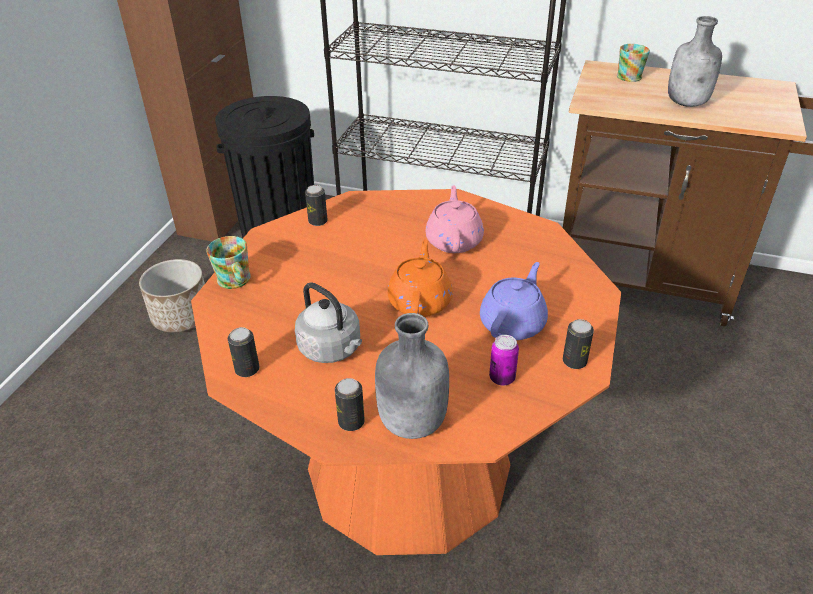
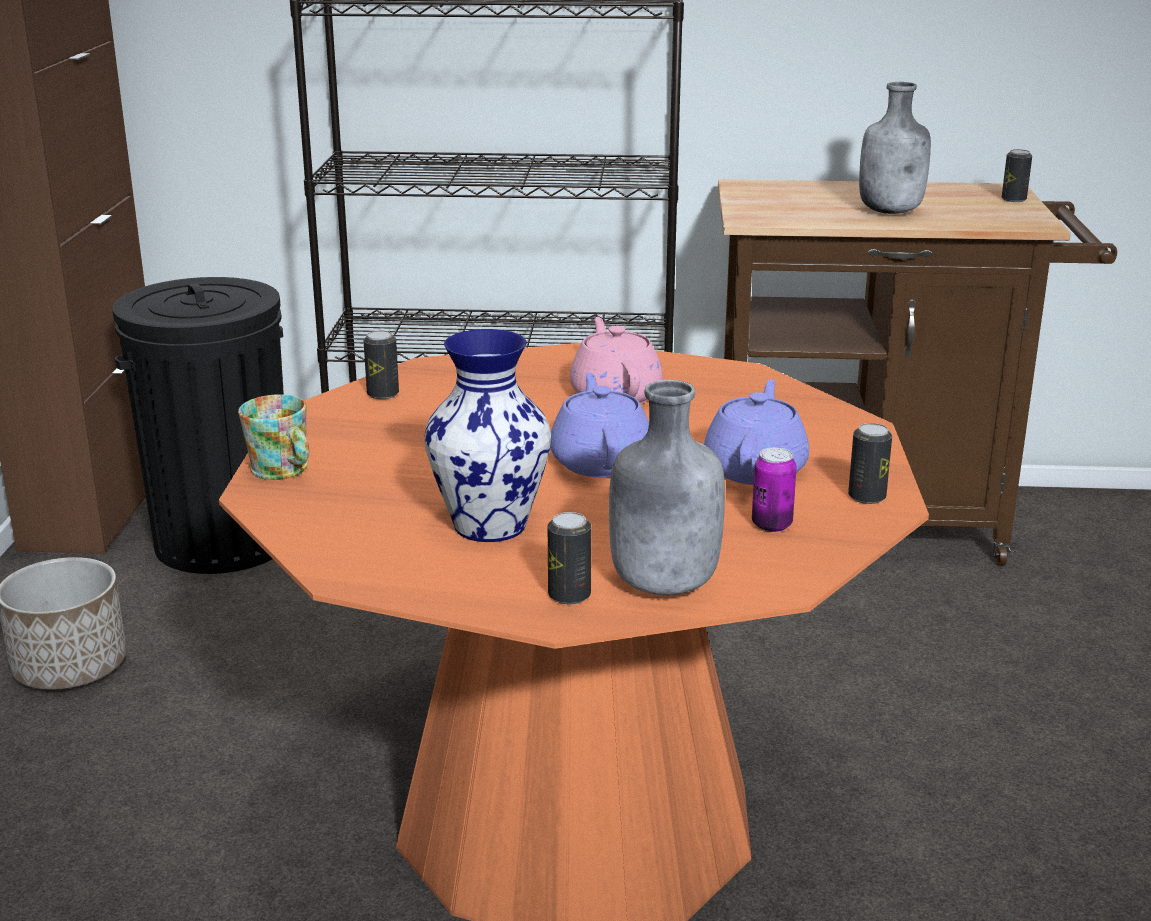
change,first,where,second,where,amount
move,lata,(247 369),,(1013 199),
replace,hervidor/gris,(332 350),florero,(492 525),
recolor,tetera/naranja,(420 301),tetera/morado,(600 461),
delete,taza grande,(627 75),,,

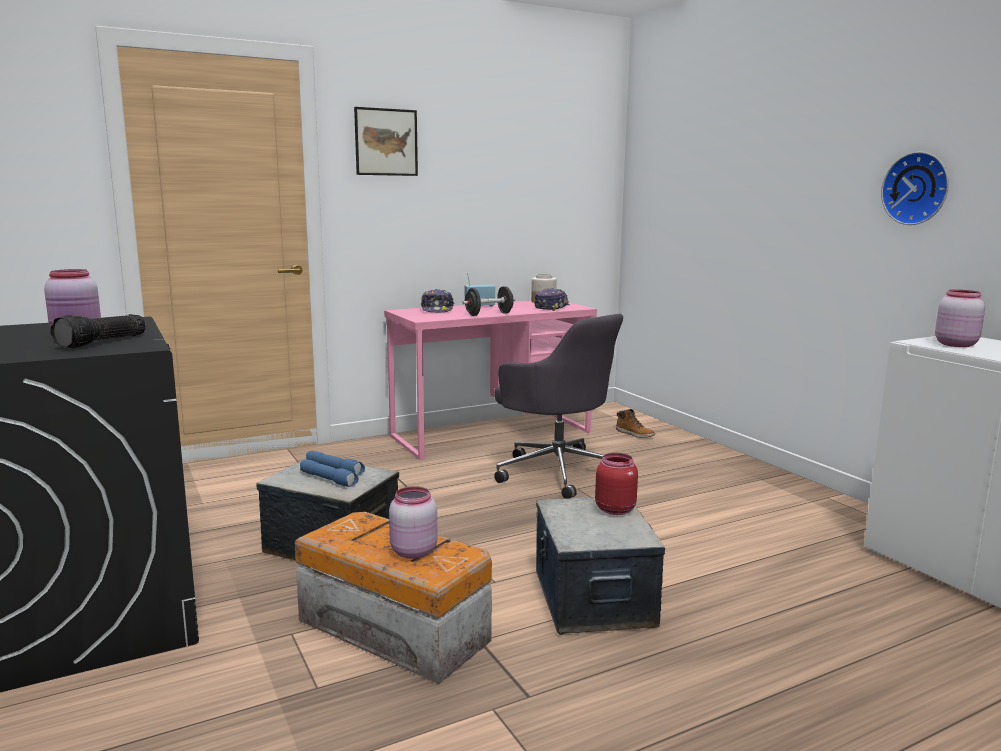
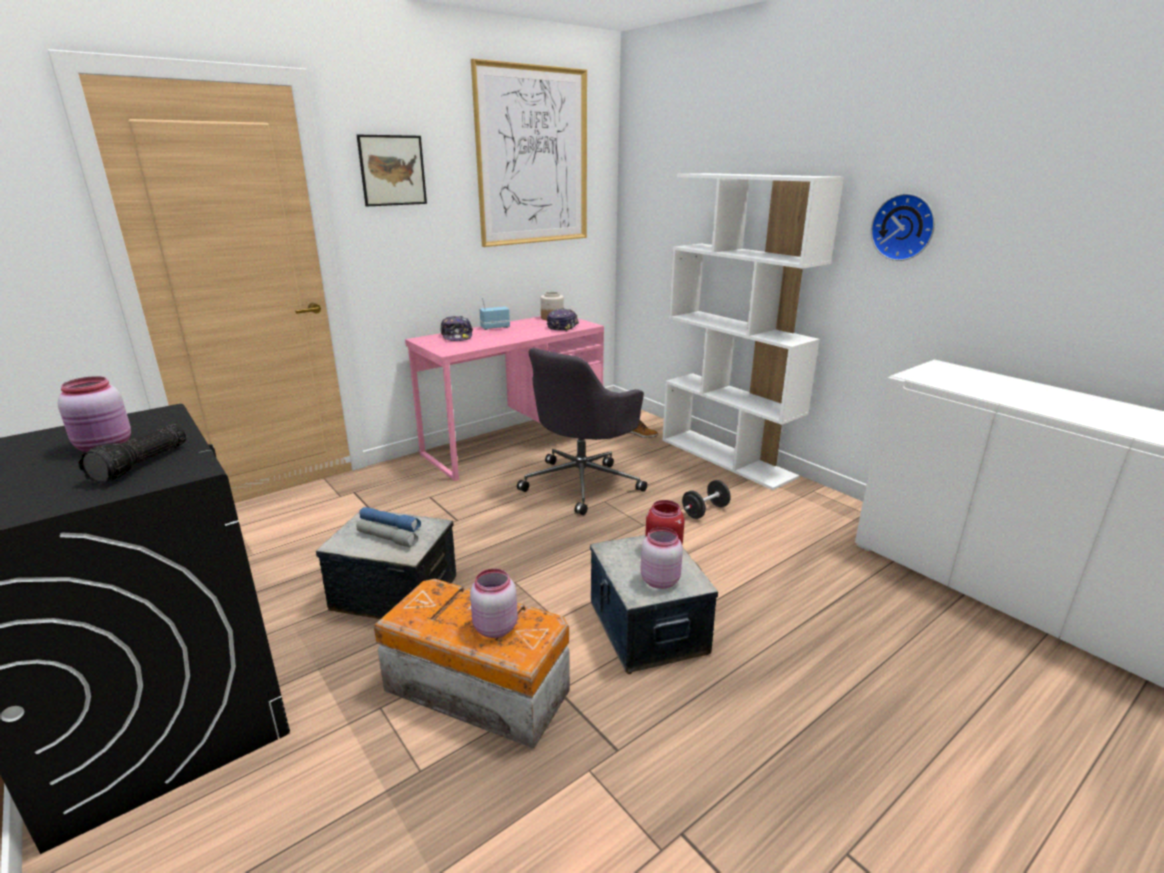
change,first,where,second,where,amount
recolor,linterna/azul,(329 479),linterna/gris,(388 539),
move,mancuerna/negro,(489 314),,(705 511),
rotate,silla de oficina/gris,(557 471),,(583 483),90 degrees clockwise
move,tarro/rosa,(955 344),,(659 580),
insert,,,cuadro,(533 157),
insert,,,estantería/blanco,(727 458),

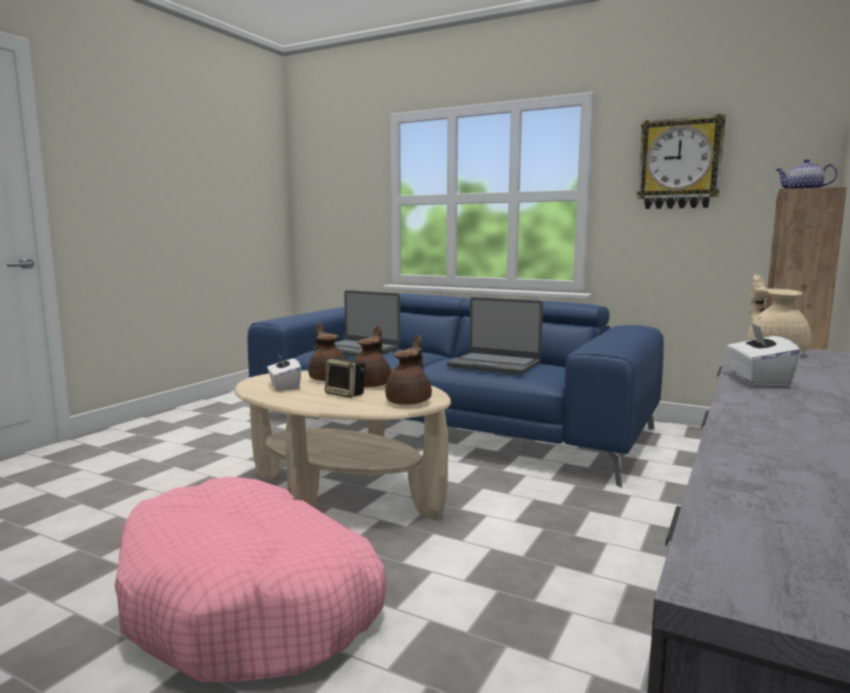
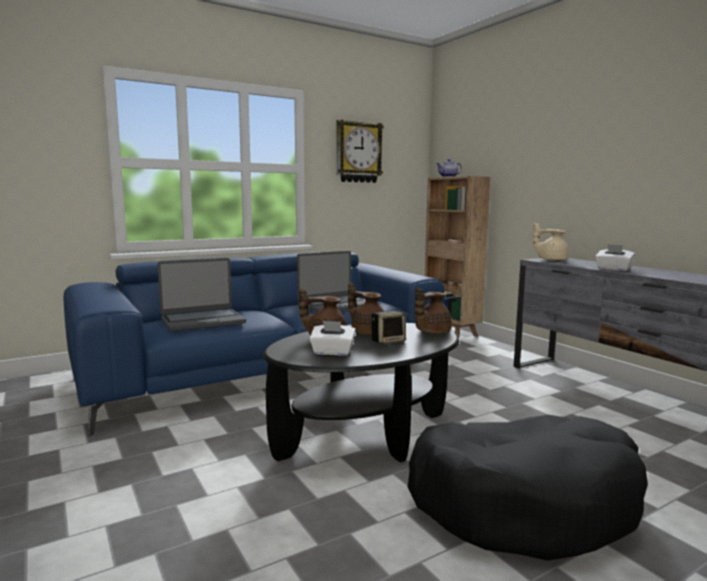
change,first,where,second,where,amount
recolor,cama para perro/rosa,(251 603),cama para perro/negro,(524 502),
recolor,mesa de centro/beis,(341 495),mesa de centro/negro,(365 435),
rotate,tetera/marrón,(410 401),,(431 332),90 degrees counterclockwise

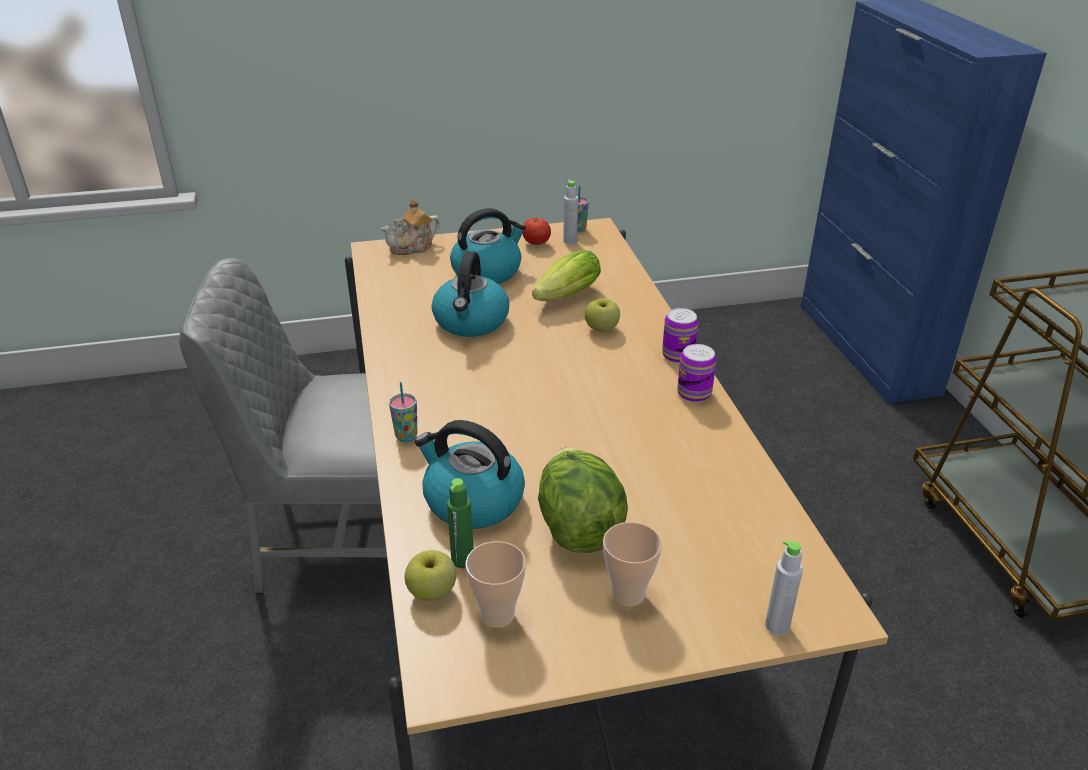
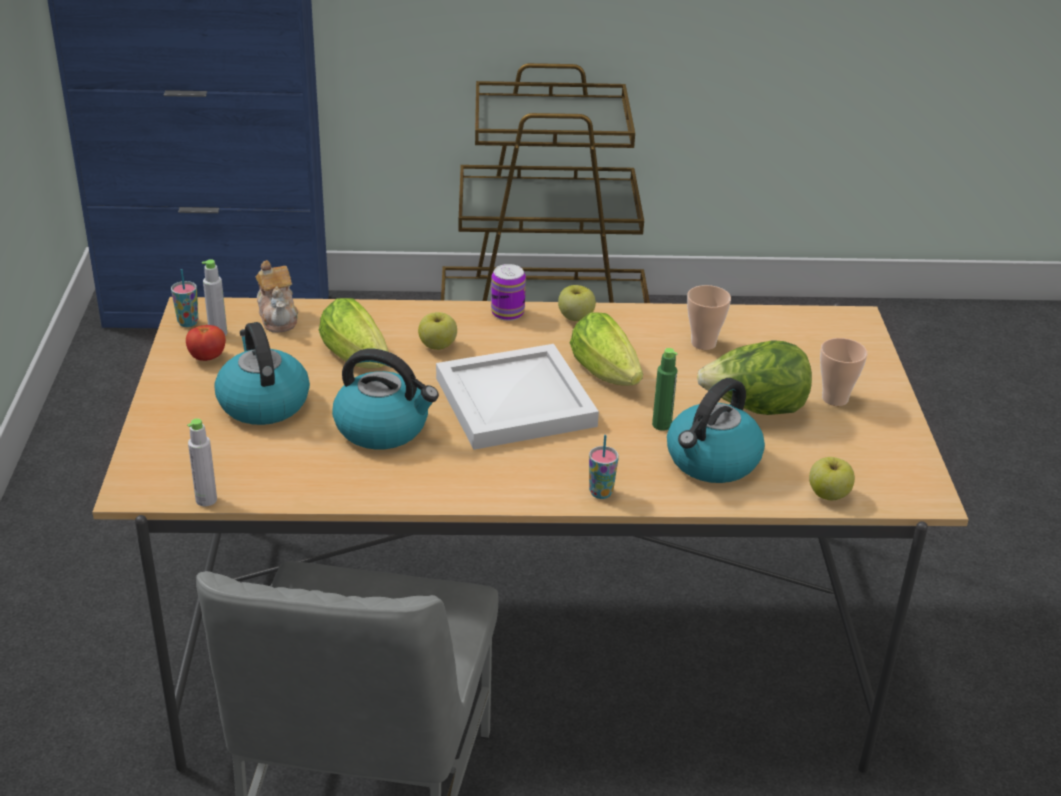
change,first,where,second,where,amount
move,tetera,(413 247),,(278 317),
move,botella/verde,(462 560),,(661 425),
move,taza,(497 615),,(703 343),
replace,lata,(694 393),manzana,(575 317),
move,botella/gris,(777 625),,(206 500),
insert,,,bandeja/blanco,(512 401),
insert,,,lechuga,(608 374),

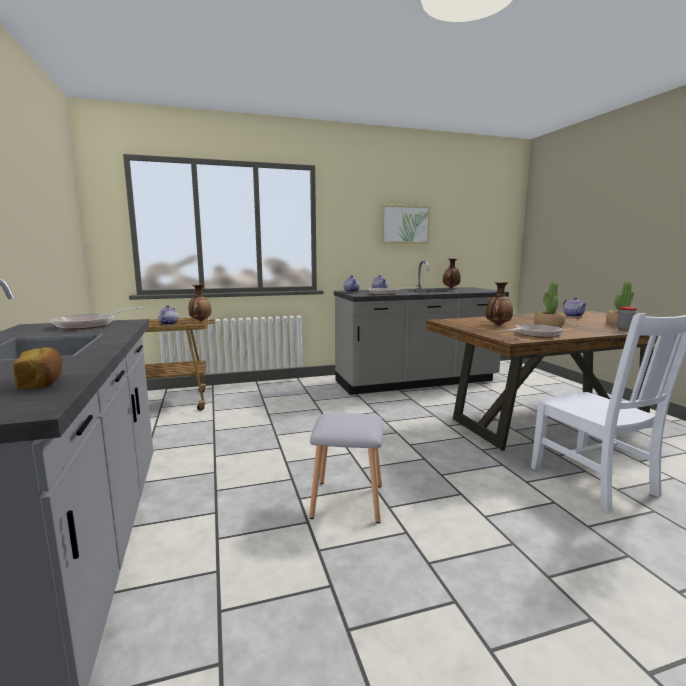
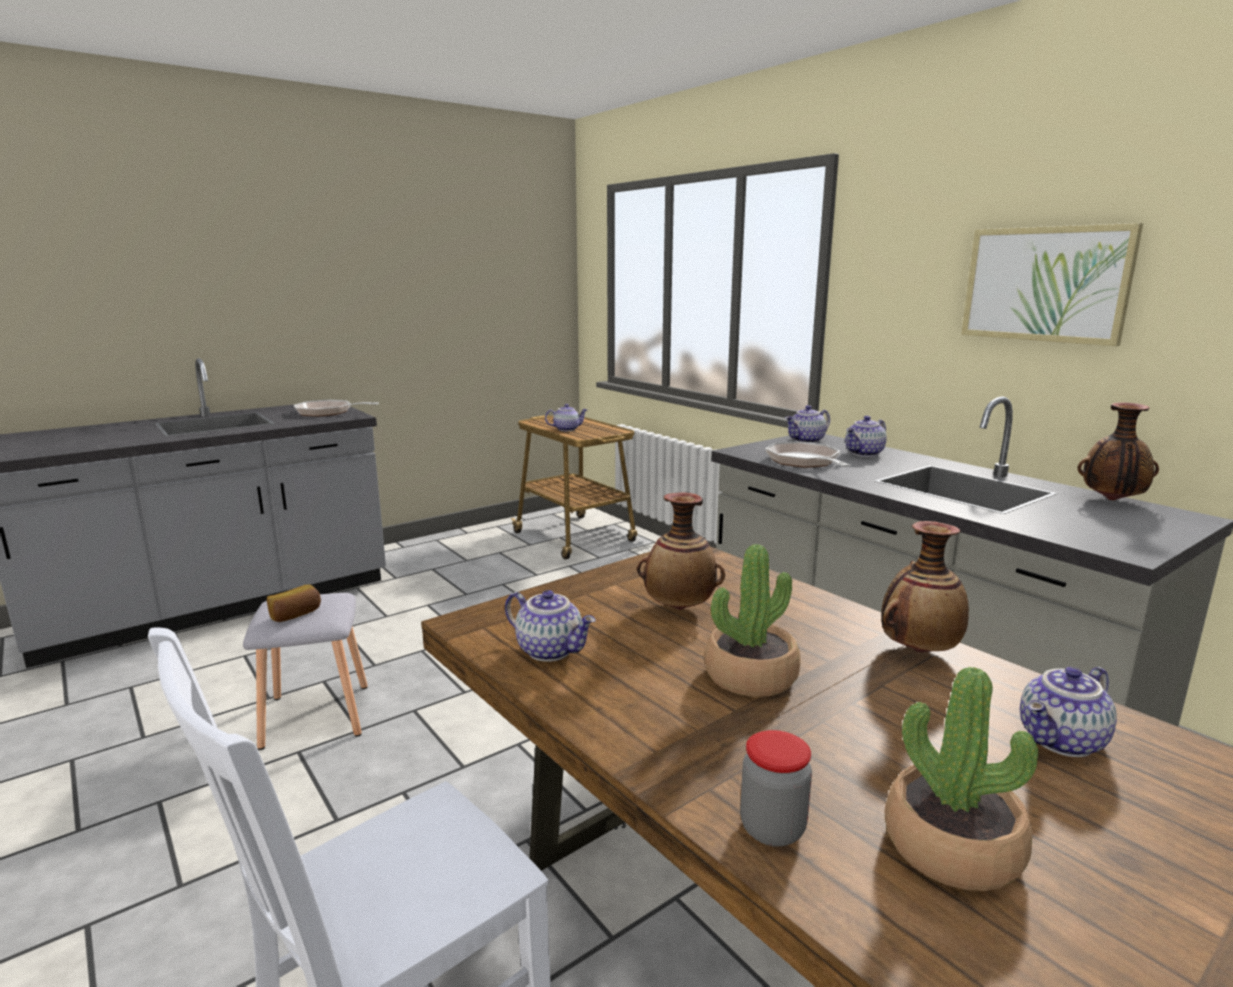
change,first,where,second,where,amount
move,pan,(43 382),,(295 615),
move,florero,(200 321),,(918 650),
replace,sartén,(535 334),tetera,(551 650),

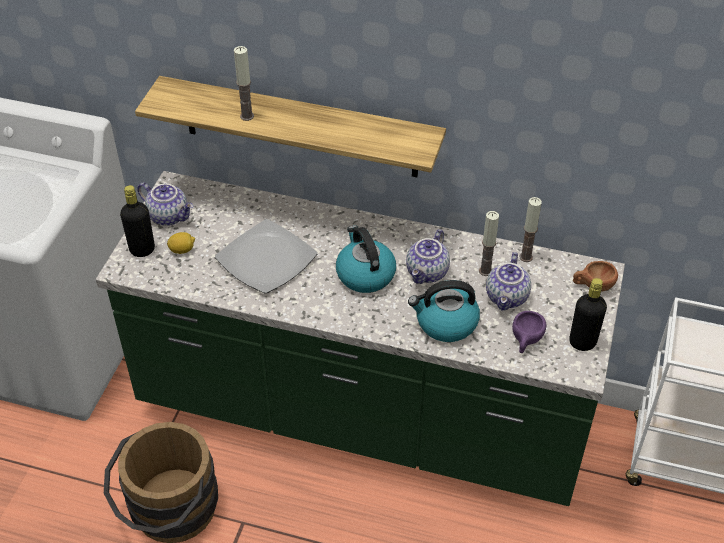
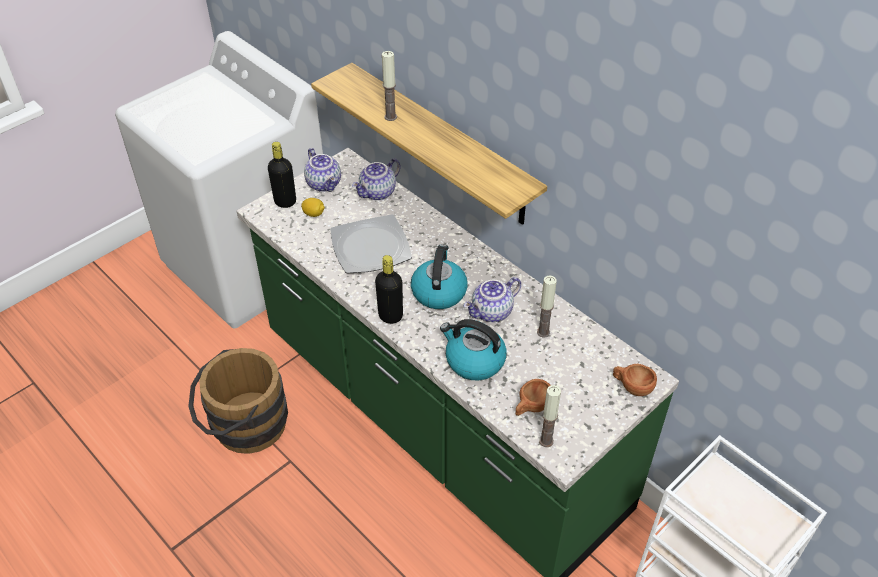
change,first,where,second,where,amount
move,tetera,(507 298),,(378 193),
recolor,taza/morado,(526 341),taza/marrón,(531 407),
move,vela,(526 257),,(546 441),
move,botella/negro,(582 342),,(390 316),

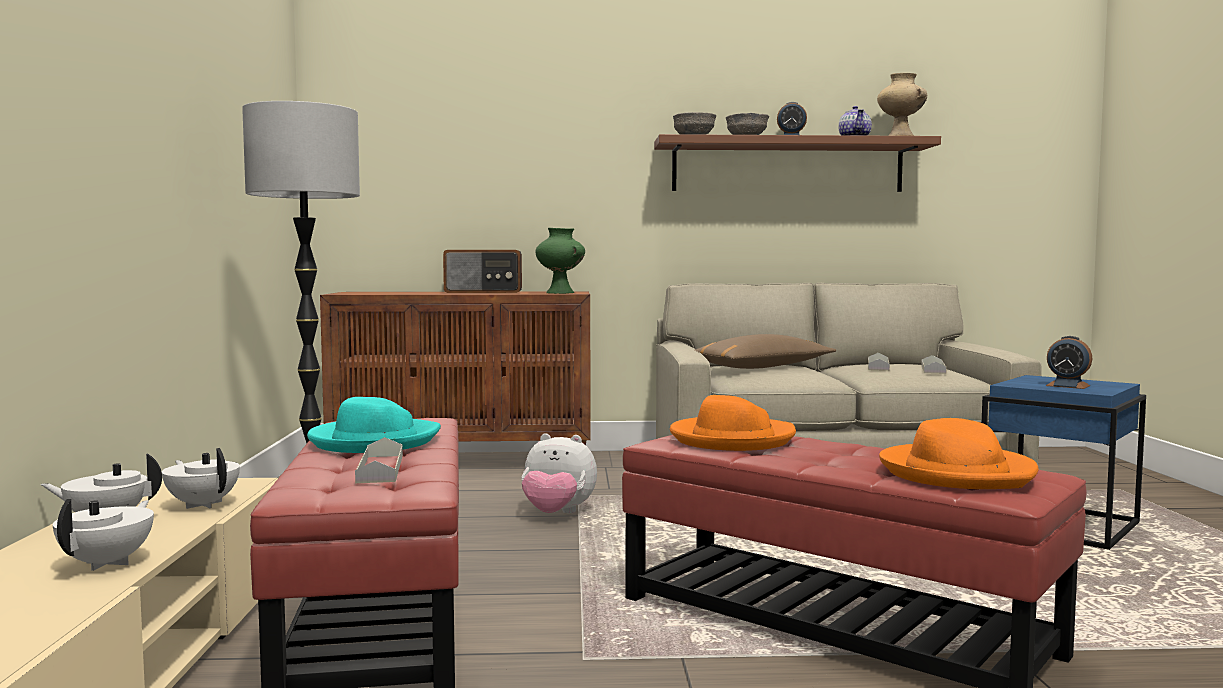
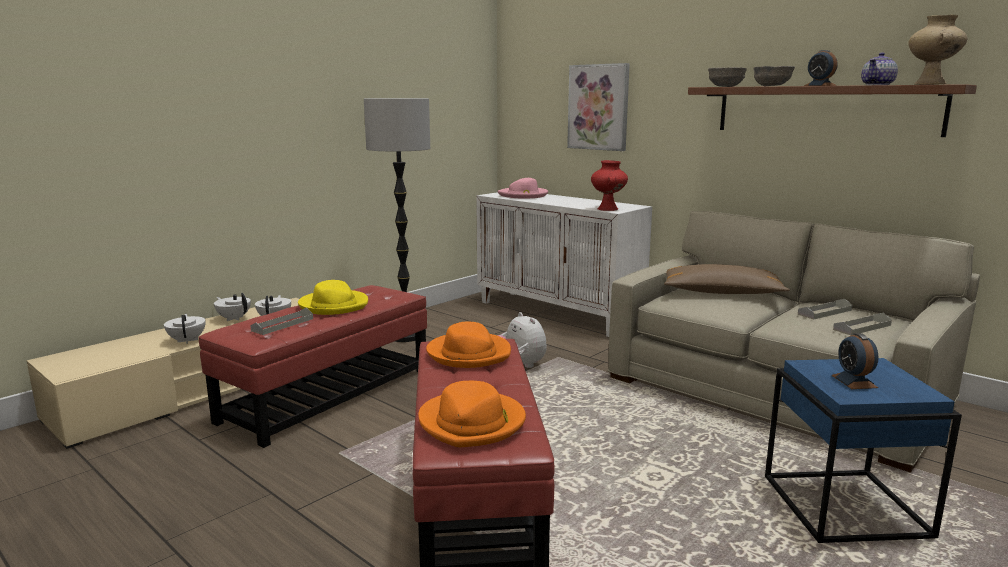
change,first,where,second,where,amount
rotate,tetera/blanco,(108 563),,(187 340),75 degrees counterclockwise
recolor,sombrero/turquesa,(374 441),sombrero/amarillo,(334 305),
recolor,armario/marrón,(465 461),armario/blanco,(558 313),
delete,radio,(484 292),,,
recolor,florero/verde,(561 293),florero/rojo,(608 209),
insert,,,sombrero/rosa,(523 195),
insert,,,cuadro,(598 107),

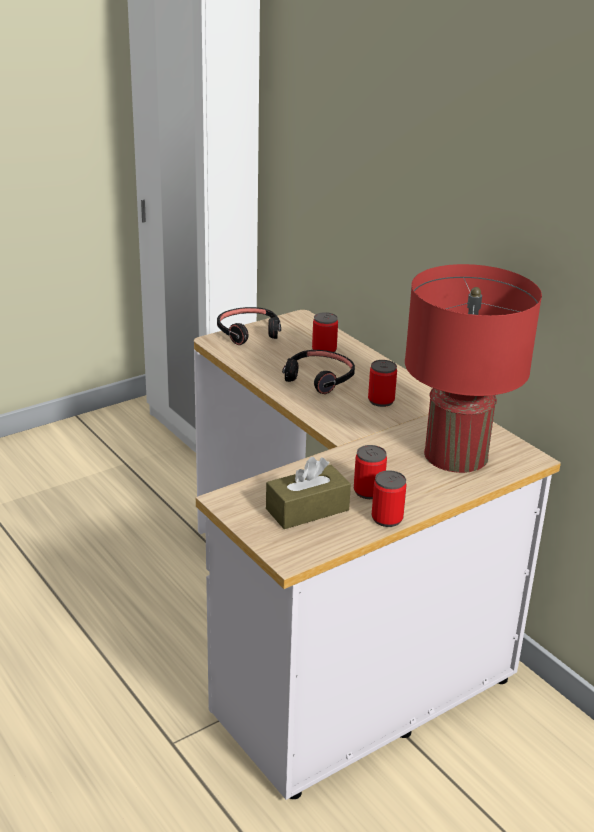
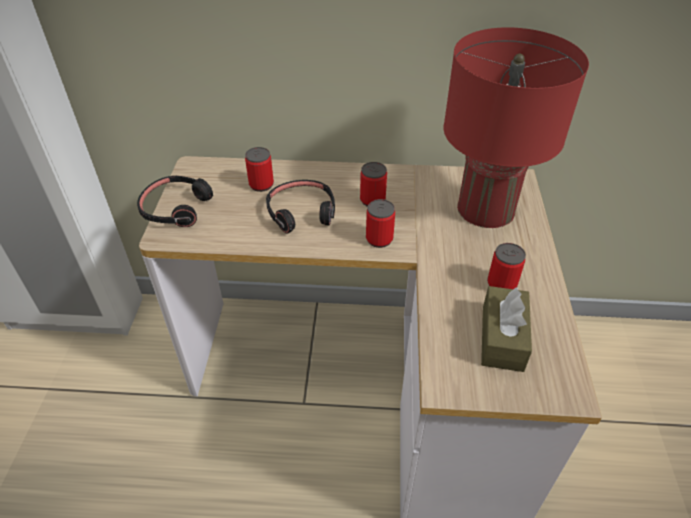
change,first,where,second,where,amount
move,lata,(387 518),,(379 239),

